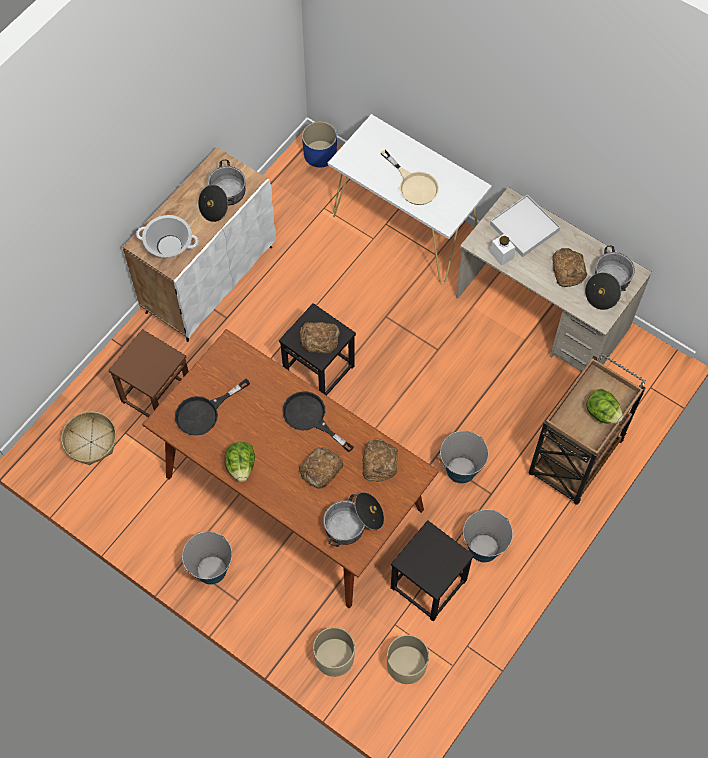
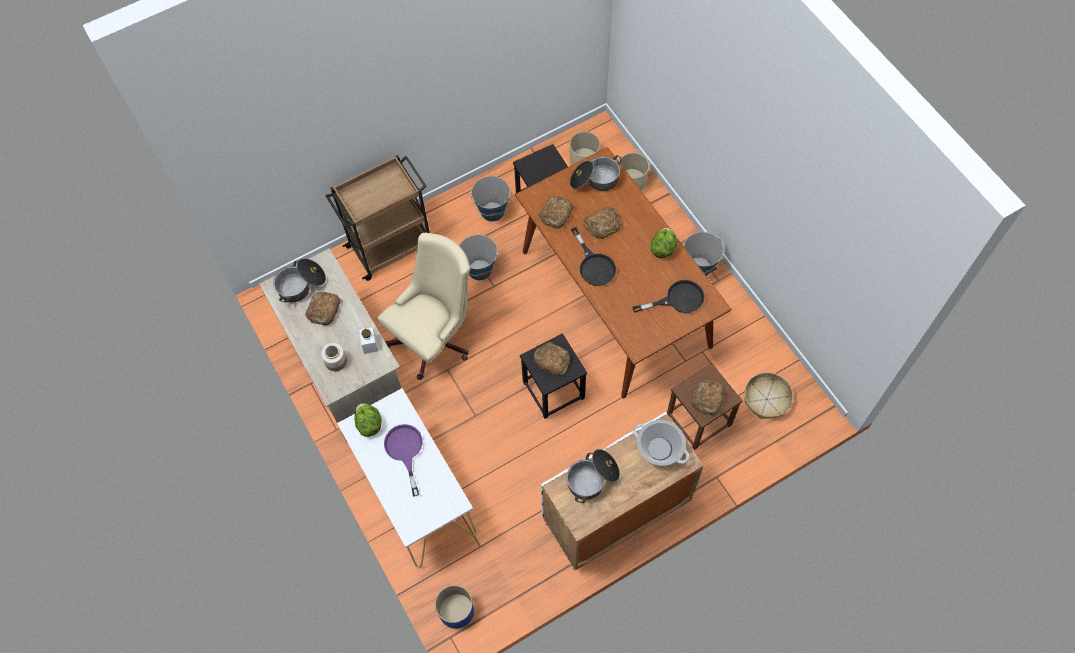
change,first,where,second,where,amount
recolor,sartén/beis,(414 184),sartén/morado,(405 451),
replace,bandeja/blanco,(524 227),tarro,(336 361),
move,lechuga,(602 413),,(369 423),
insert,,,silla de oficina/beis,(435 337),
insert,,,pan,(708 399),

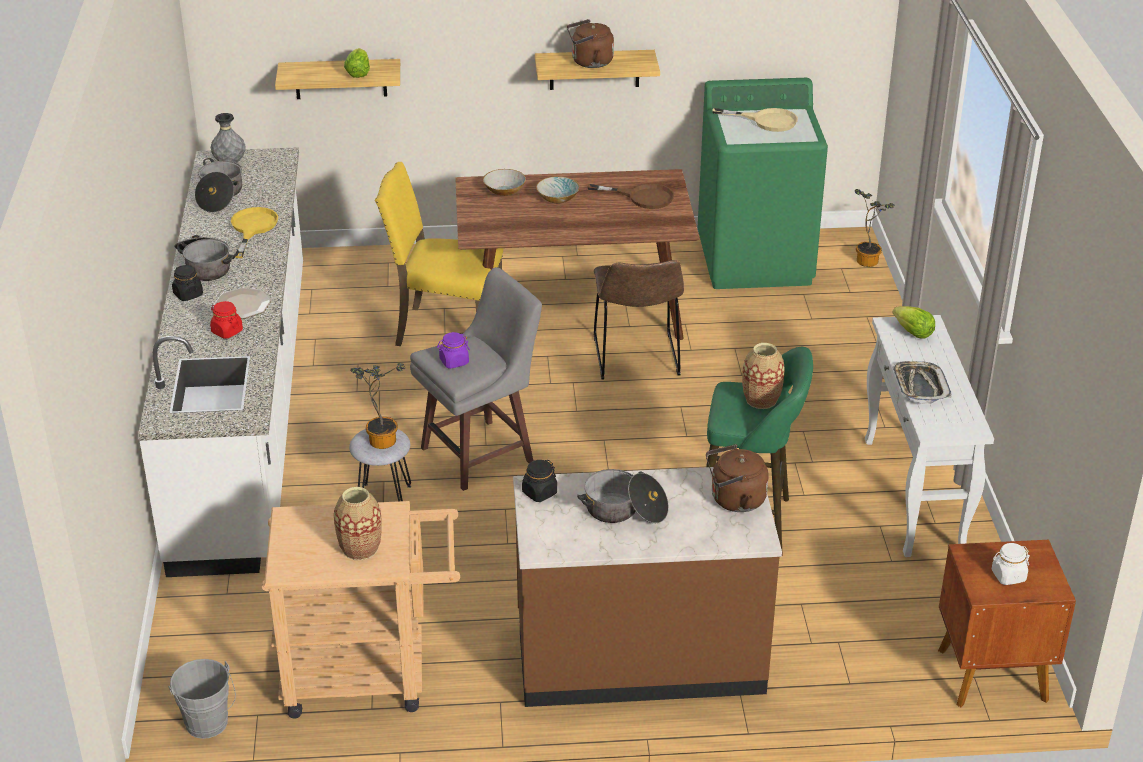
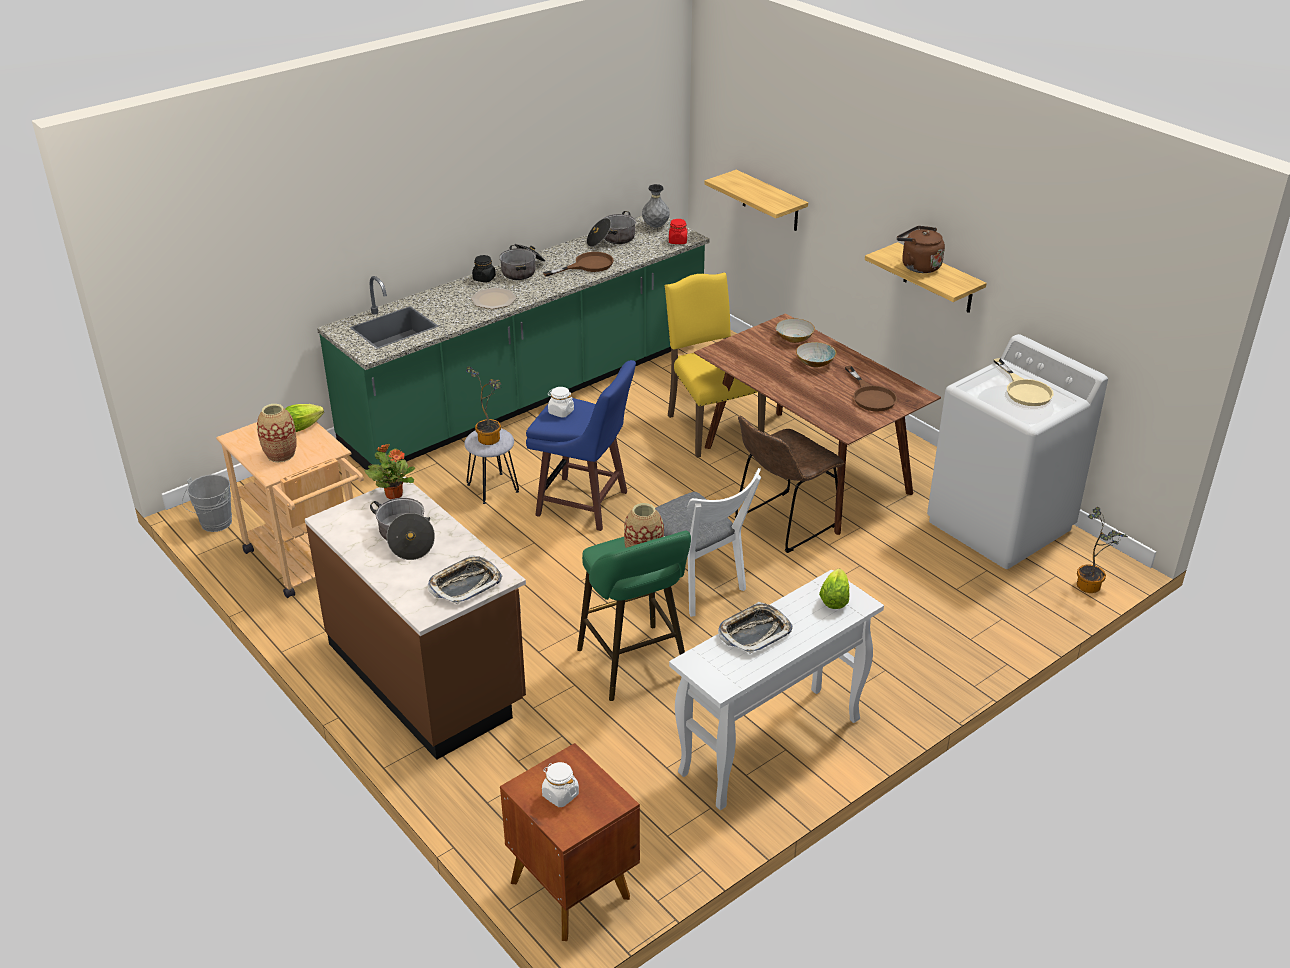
change,first,where,second,where,amount
recolor,mueble bajo de cocina/blanco,(246 409),mueble bajo de cocina/verde,(530 394),
move,tarro/rojo,(227 331),,(677 241),
recolor,sartén/amarillo,(252 228),sartén/marrón,(587 265),
move,lechuga,(358 73),,(302 427),
recolor,taburete/gris,(480 454),taburete/azul,(584 505),
recolor,tarro/morado,(454 362),tarro/blanco,(561 412),
replace,tarro/negro,(539 493),planta en maceta,(393 494),
recolor,lavadora/verde,(756 260),lavadora/blanco,(1000 525),
replace,hervidor/marrón,(734 500),bandeja,(465 584),
insert,,,silla/blanco,(698 585),

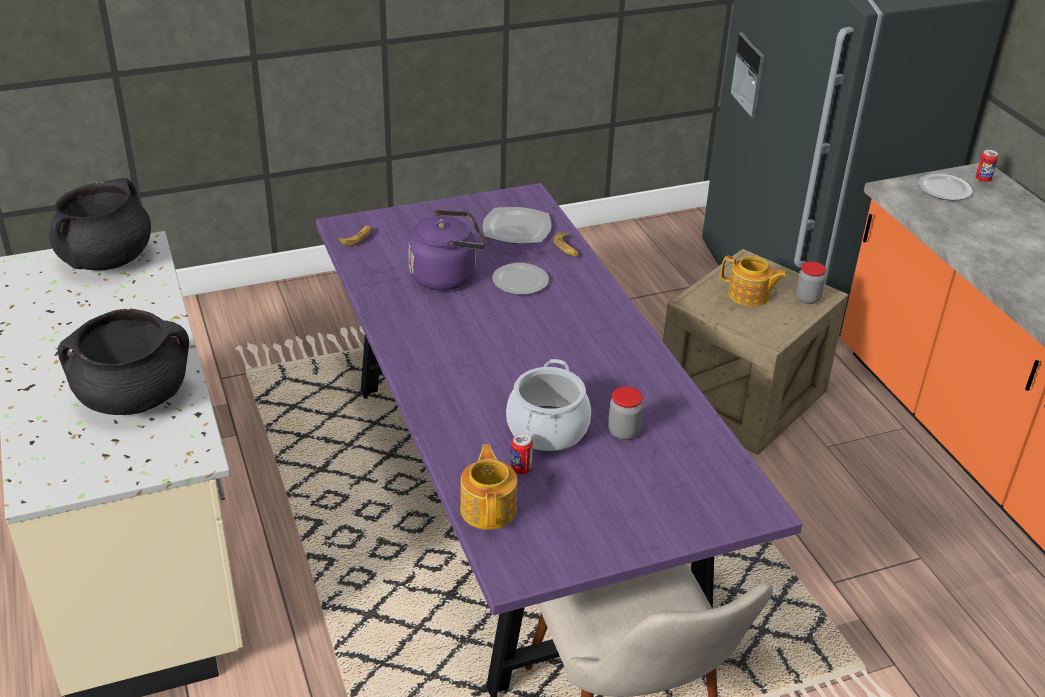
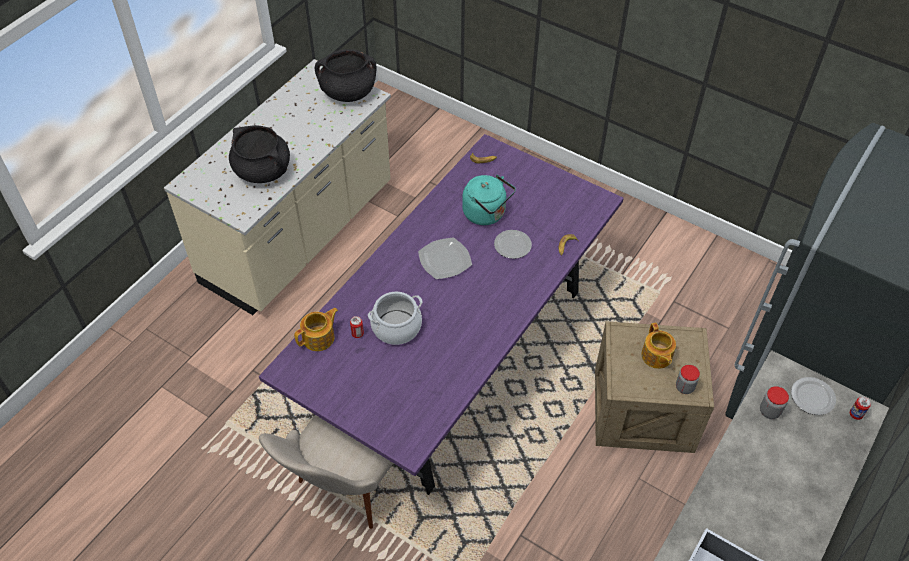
change,first,where,second,where,amount
recolor,hervidor/morado,(447 276),hervidor/turquesa,(486 214),
move,plato,(516 229),,(444 259),
move,tarro,(623 432),,(769 411),

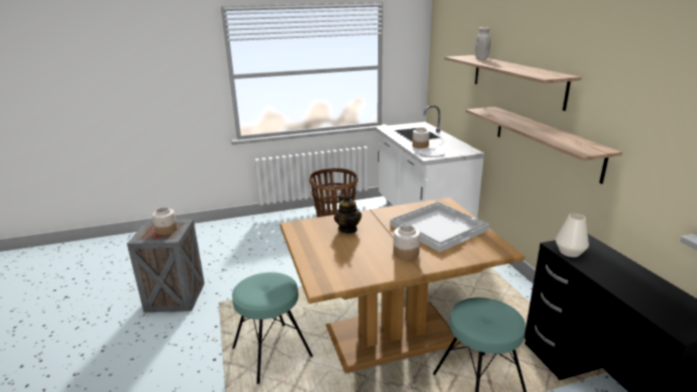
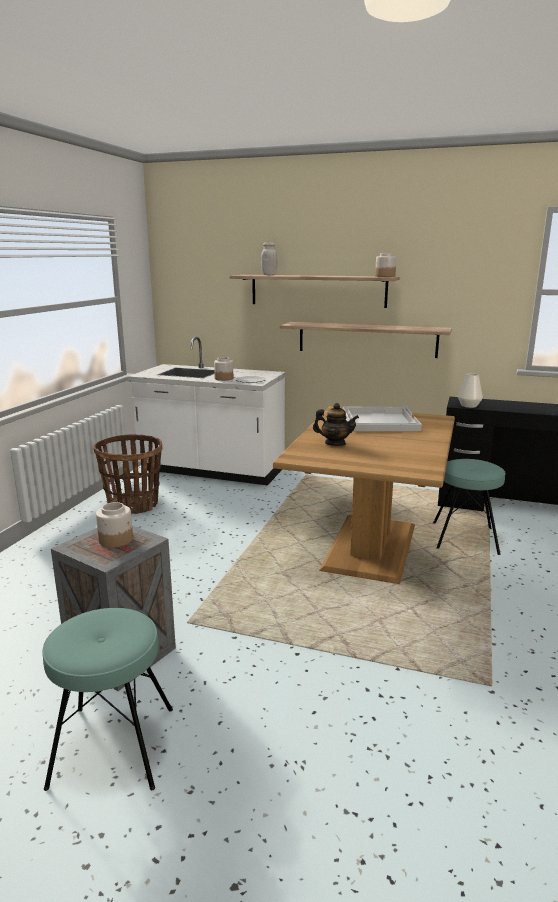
change,first,where,second,where,amount
move,taburete/turquesa,(272 352),,(113 746),
move,tarro,(405 253),,(385 276),

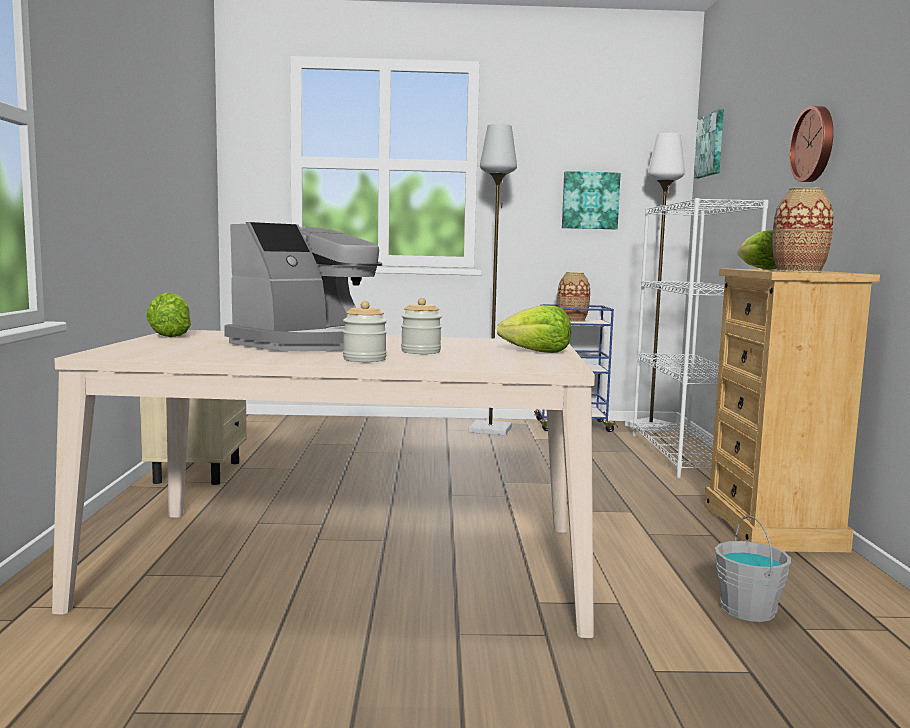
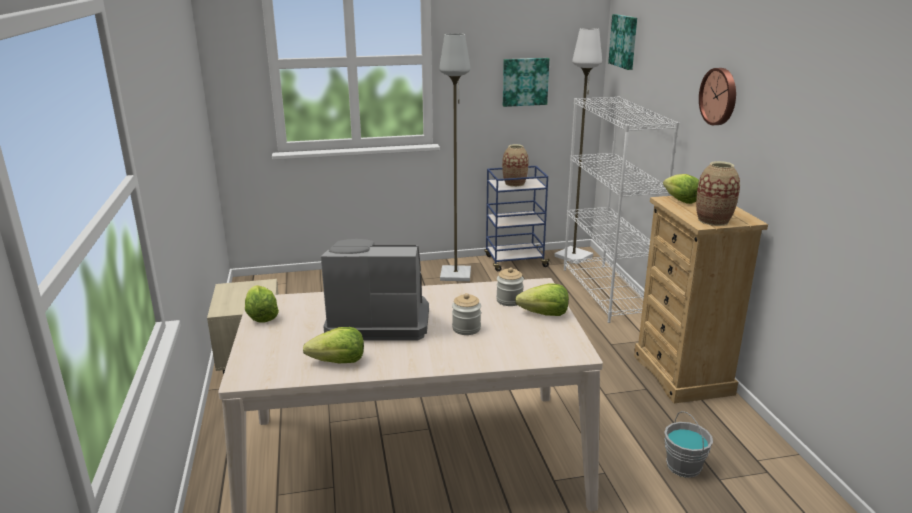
change,first,where,second,where,amount
rotate,cafetera,(311 343),,(378 320),120 degrees counterclockwise
move,tarro,(364 359),,(509 300),
insert,,,lechuga,(338 362),

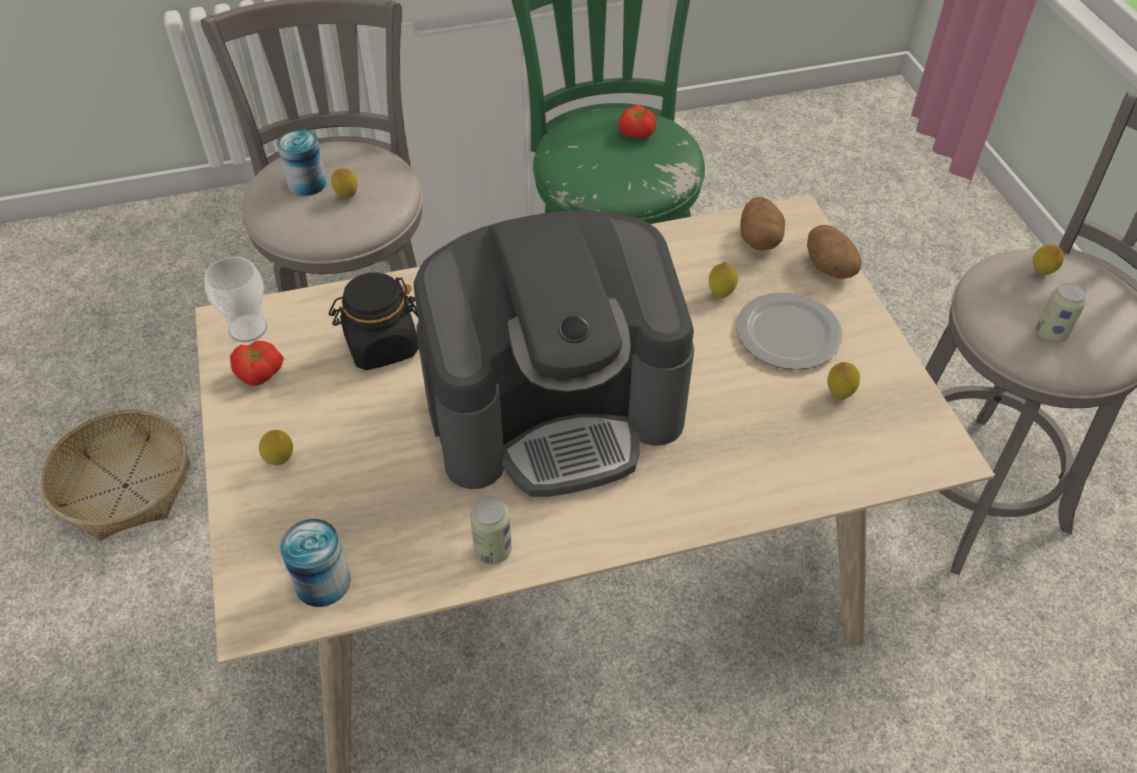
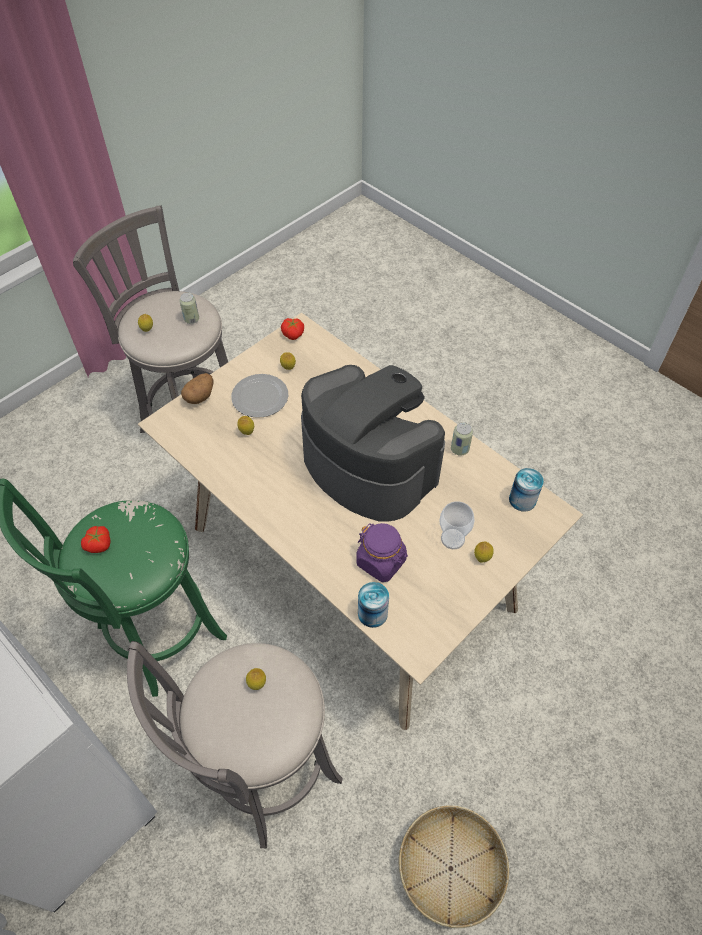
change,first,where,second,where,amount
move,taza,(248 328),,(452 539),
move,tomate,(259 374),,(293 334),
move,lata,(307 183),,(372 613),
recolor,tarro/negro,(381 346),tarro/morado,(381 562),
delete,patata,(759 239),,,

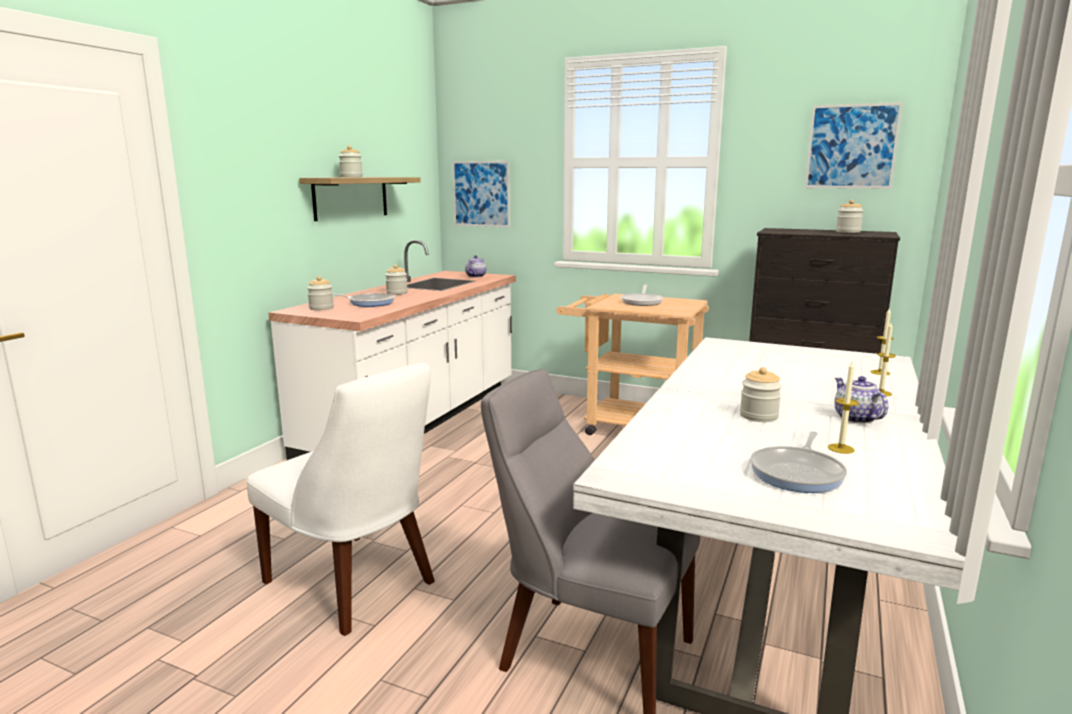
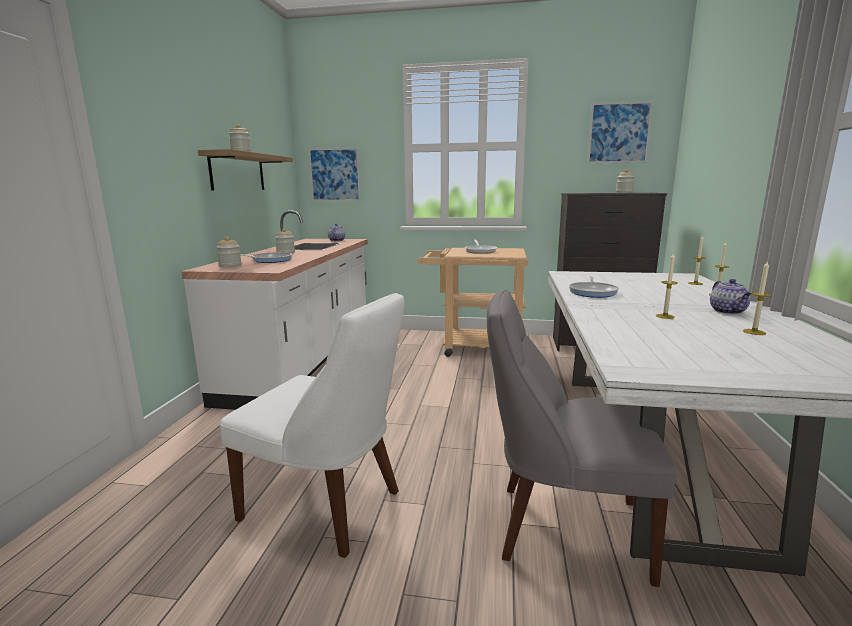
change,first,where,second,where,amount
replace,tarro,(758 416),vela,(665 316),
move,sartén,(798 473),,(593 292),
rotate,tetera,(855 418),,(728 311),150 degrees counterclockwise

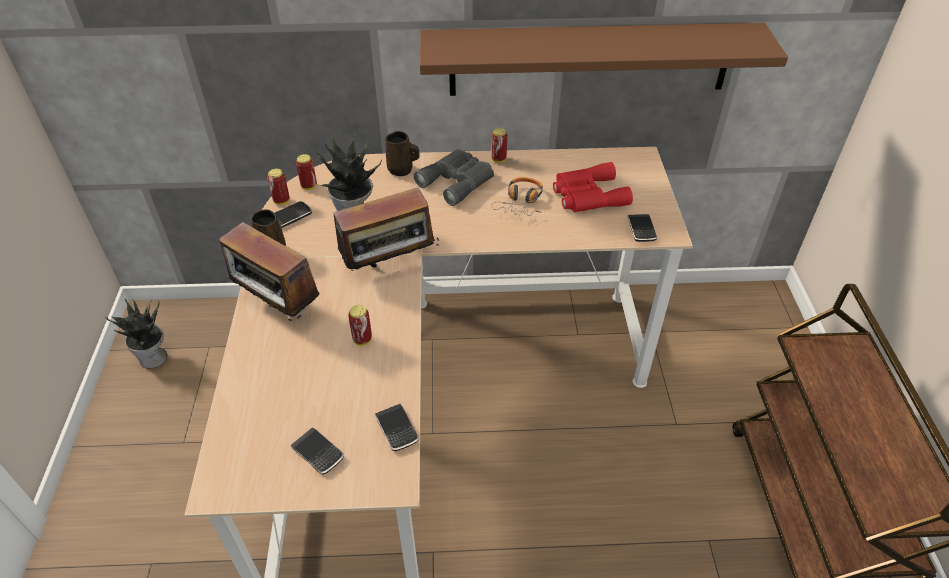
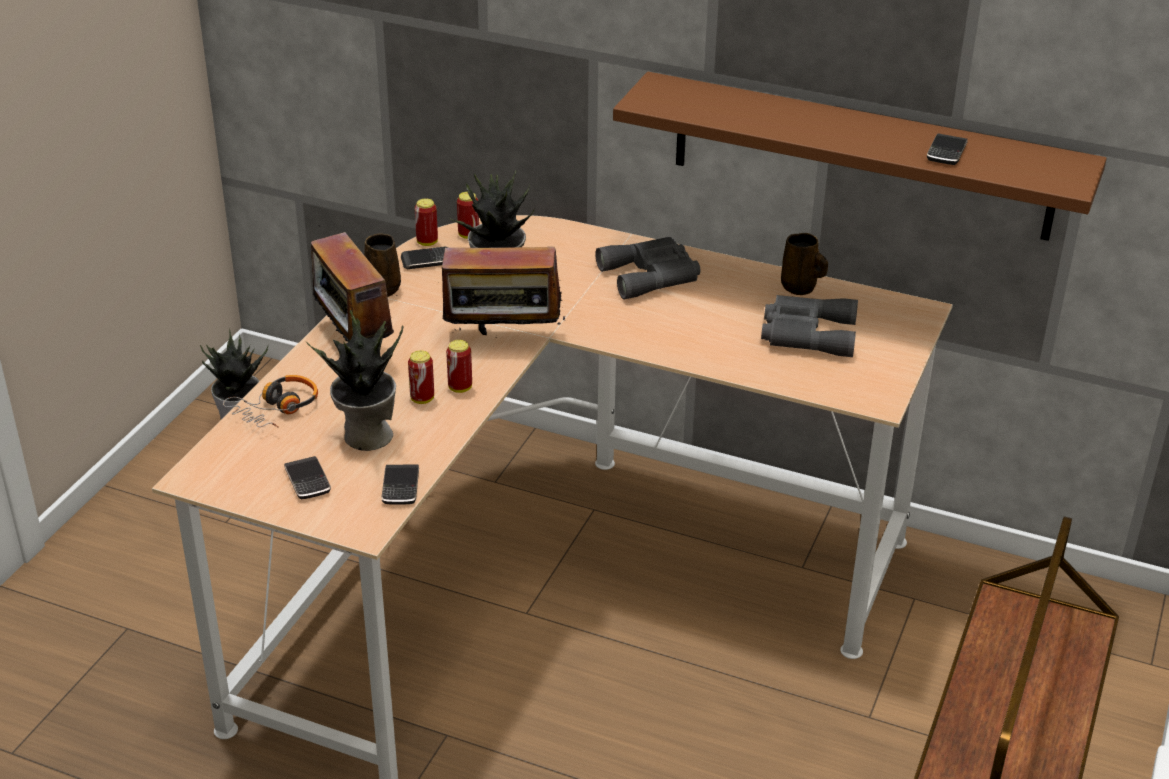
change,first,where,second,where,amount
move,taza grande/marrón,(402 170),,(800 288),
move,lata,(498 159),,(460 388),
move,auriculares,(521 202),,(276 409),
recolor,prismáticos/rojo,(587 195),prismáticos/gris,(806 333),
move,móvil,(641 229),,(946 152),
insert,,,planta en maceta,(366 436),

